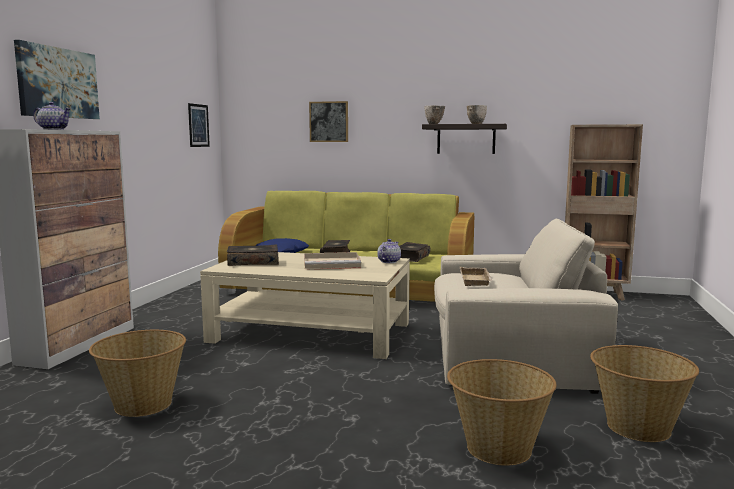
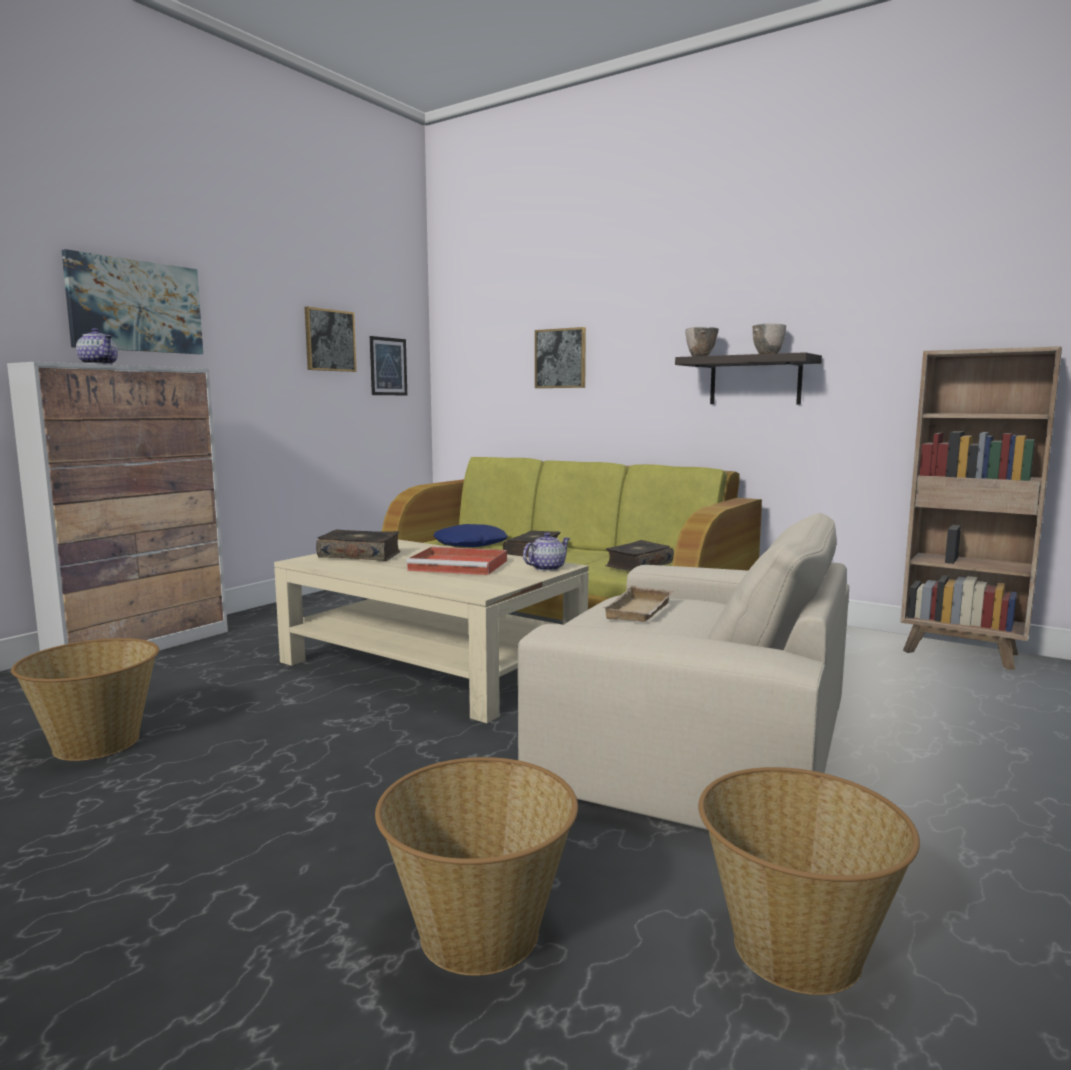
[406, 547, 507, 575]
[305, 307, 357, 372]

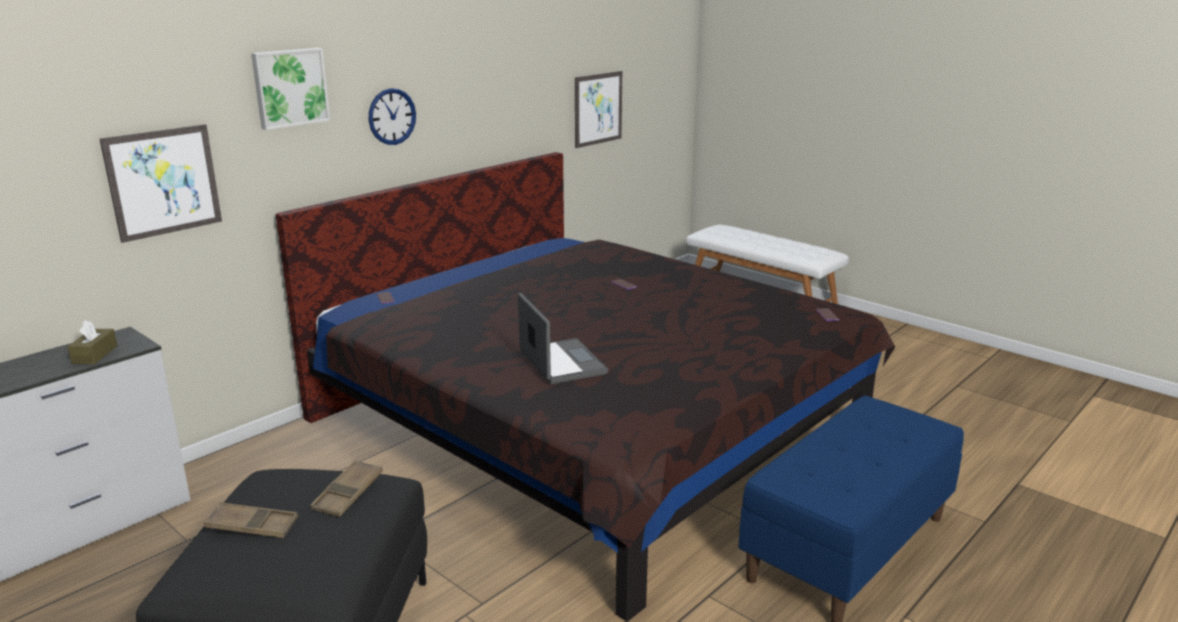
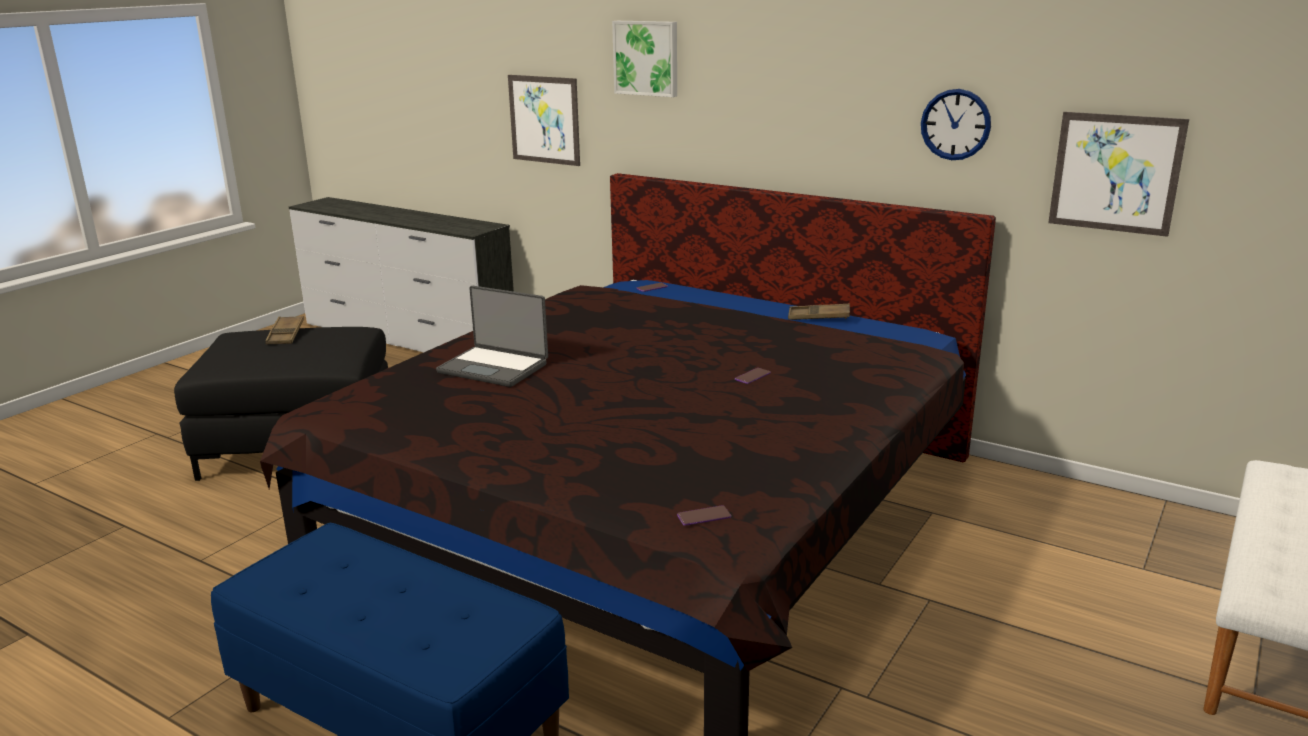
[921, 89, 991, 160]
[436, 286, 548, 387]
[68, 320, 117, 364] (first image)
[788, 304, 850, 320]

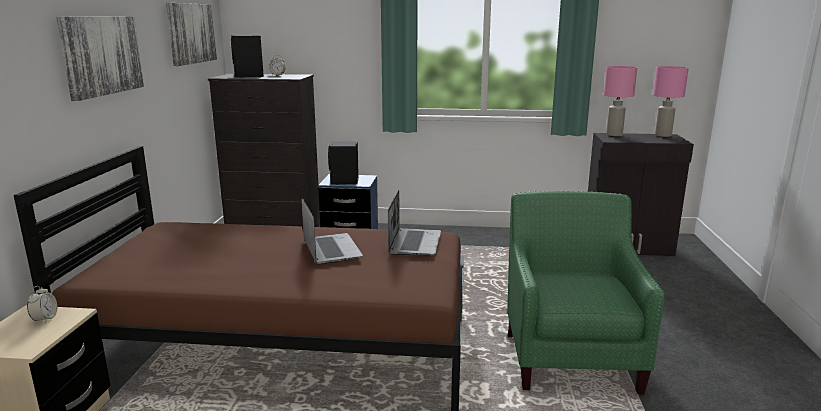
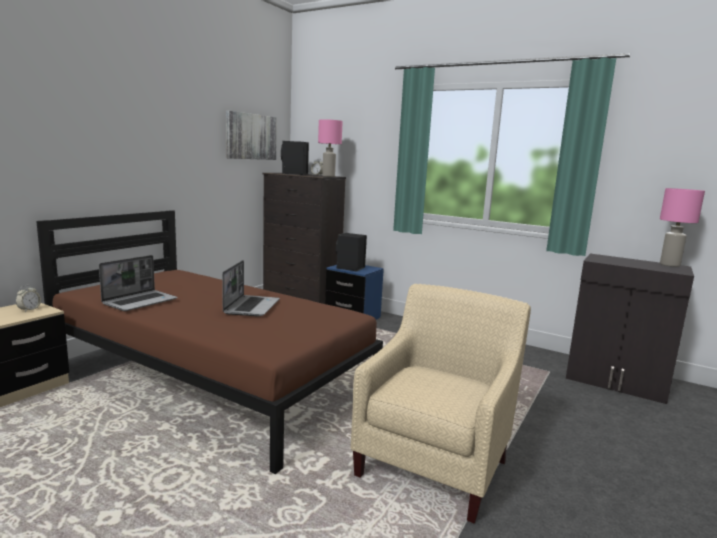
[56, 16, 144, 101] (first image)
[318, 119, 343, 177]
[99, 255, 178, 311]
[351, 284, 531, 524]

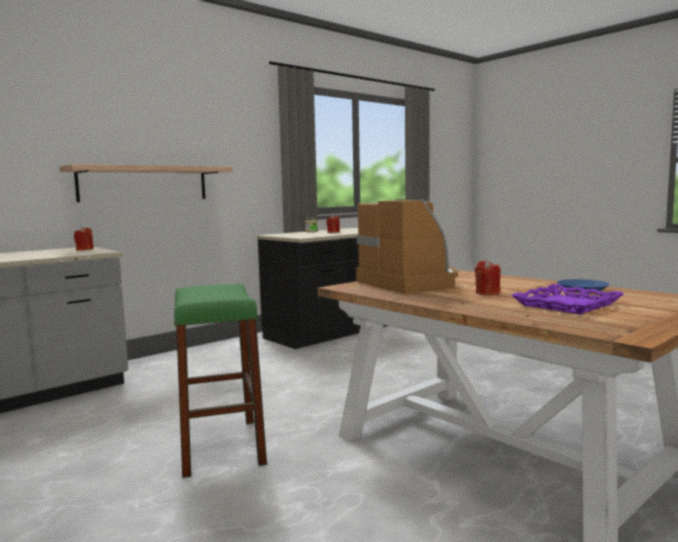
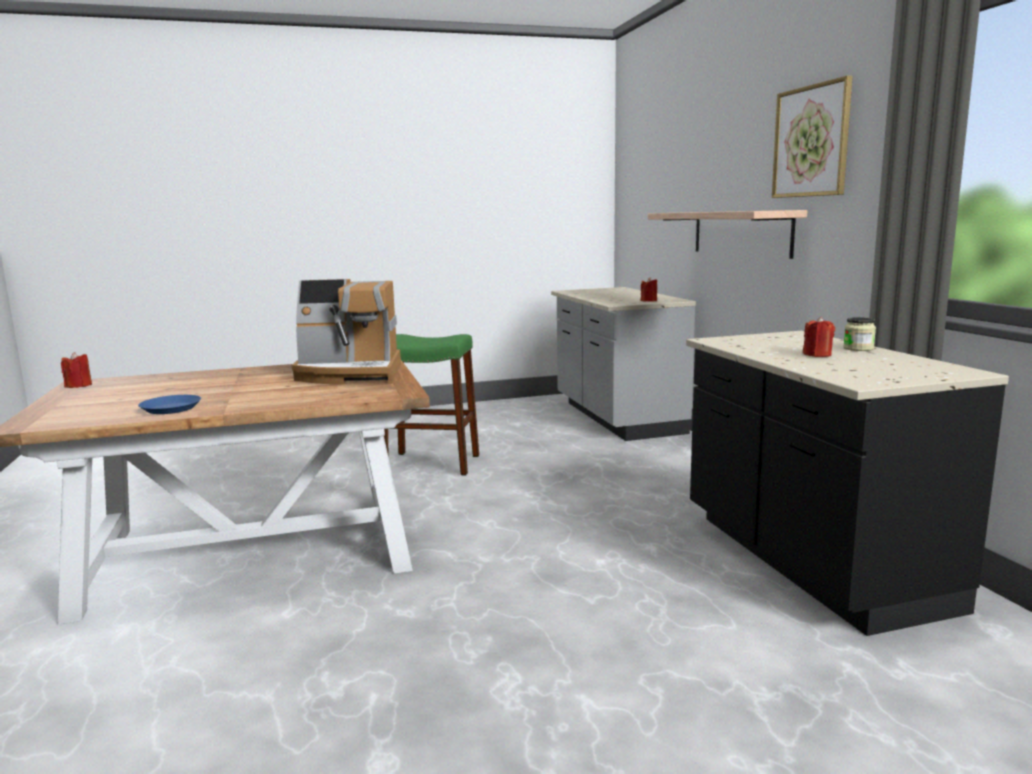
[61, 352, 92, 388]
[511, 284, 624, 314] (first image)
[772, 76, 853, 198]

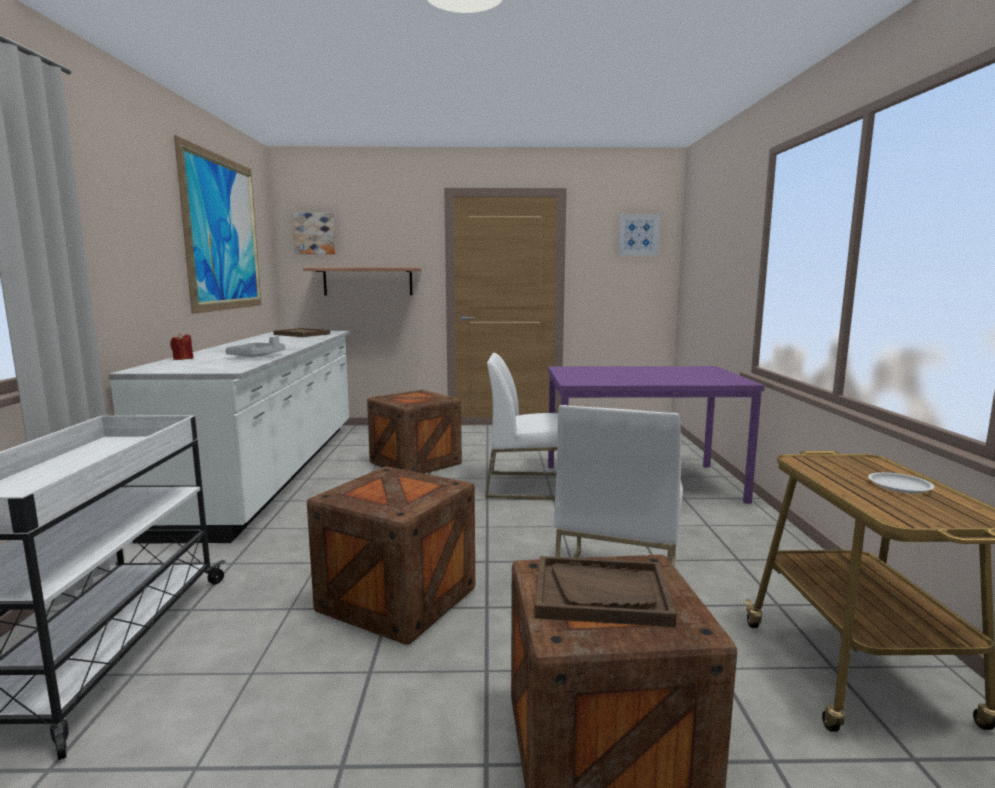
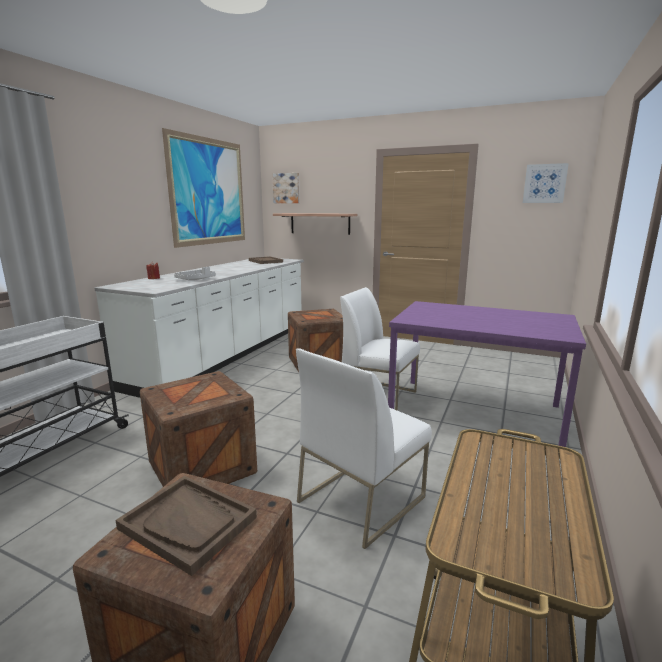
[868, 472, 934, 493] (first image)

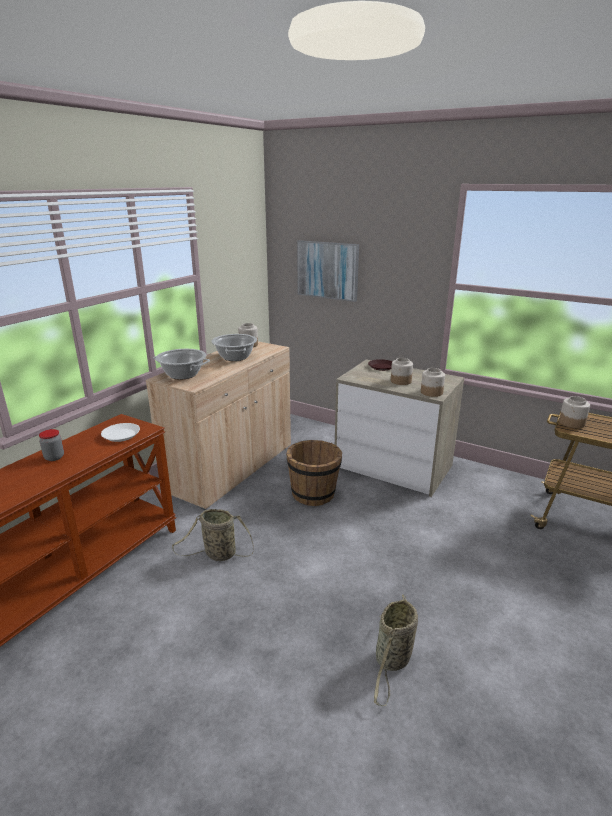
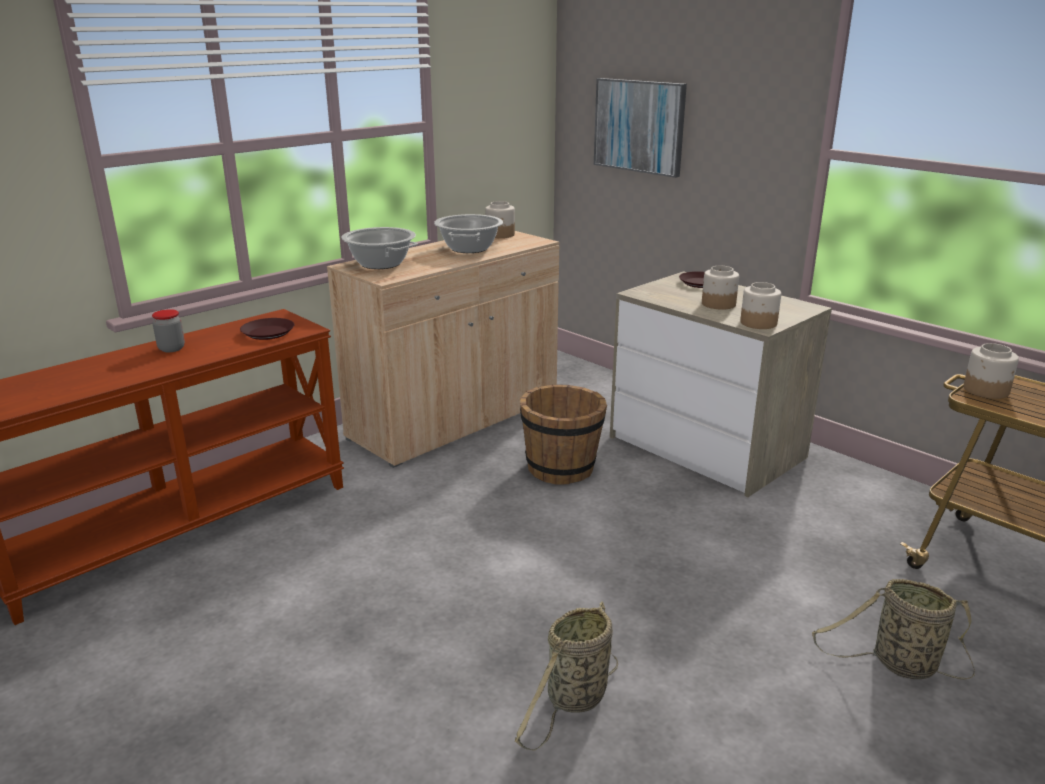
[240, 318, 294, 340]
[812, 579, 975, 680]

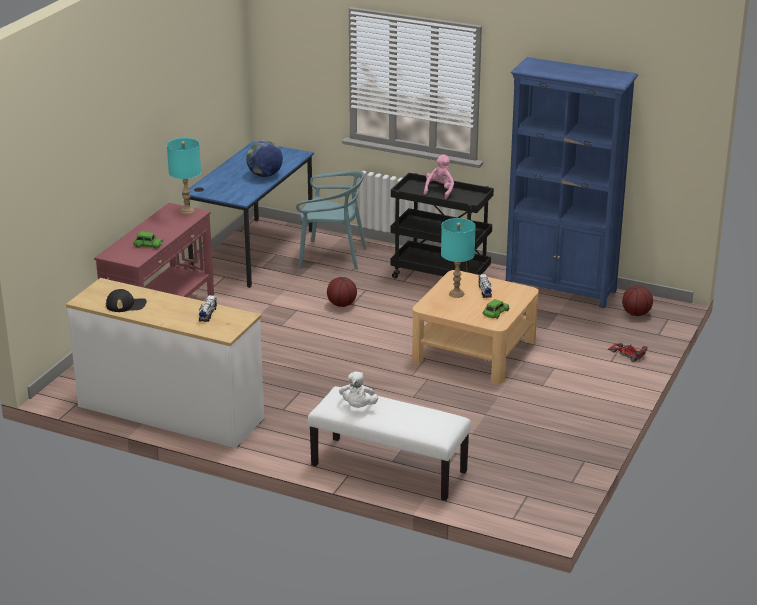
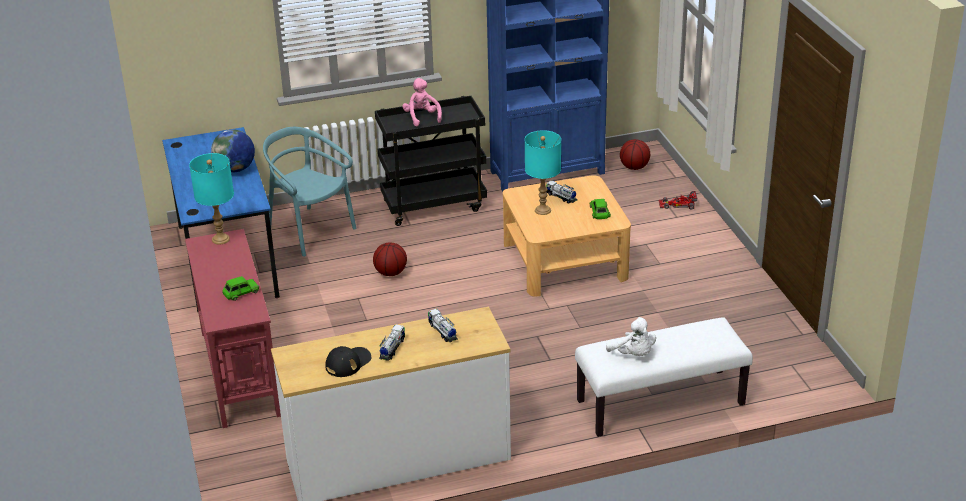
[263, 127, 357, 257]
[379, 324, 405, 361]

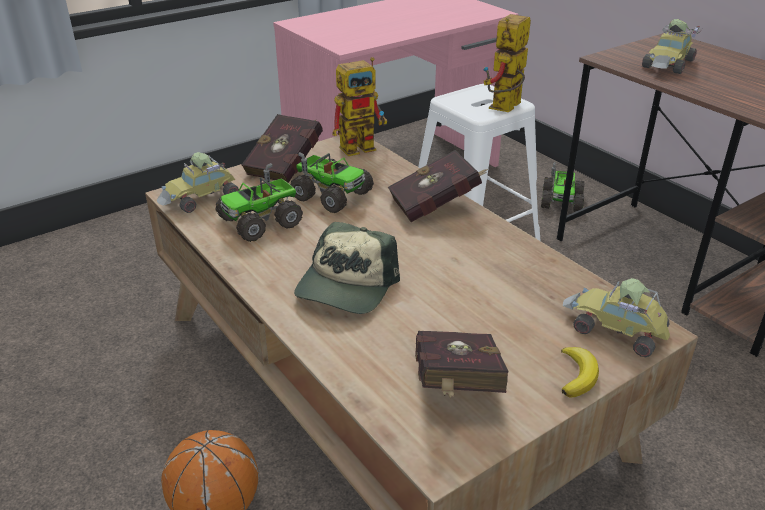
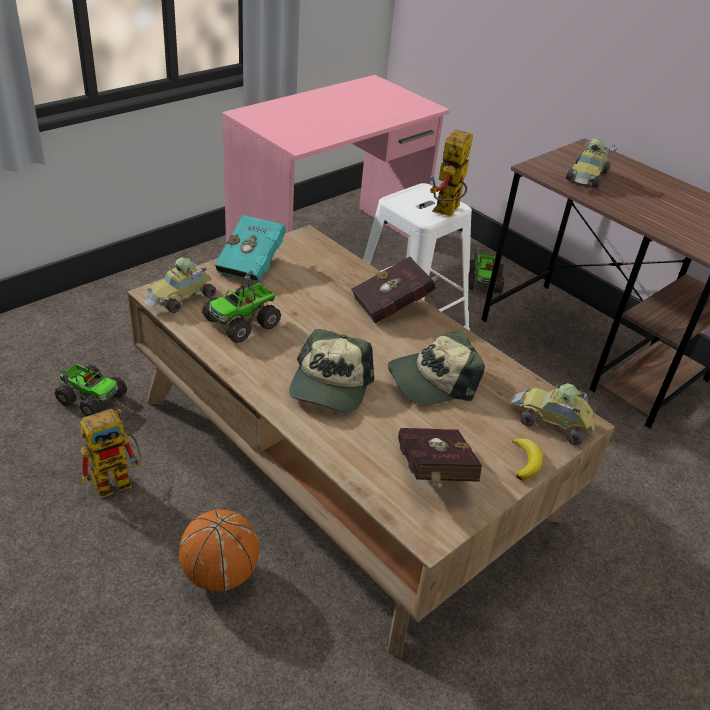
[80, 409, 141, 498]
[214, 215, 286, 283]
[55, 364, 128, 416]
[388, 331, 485, 405]

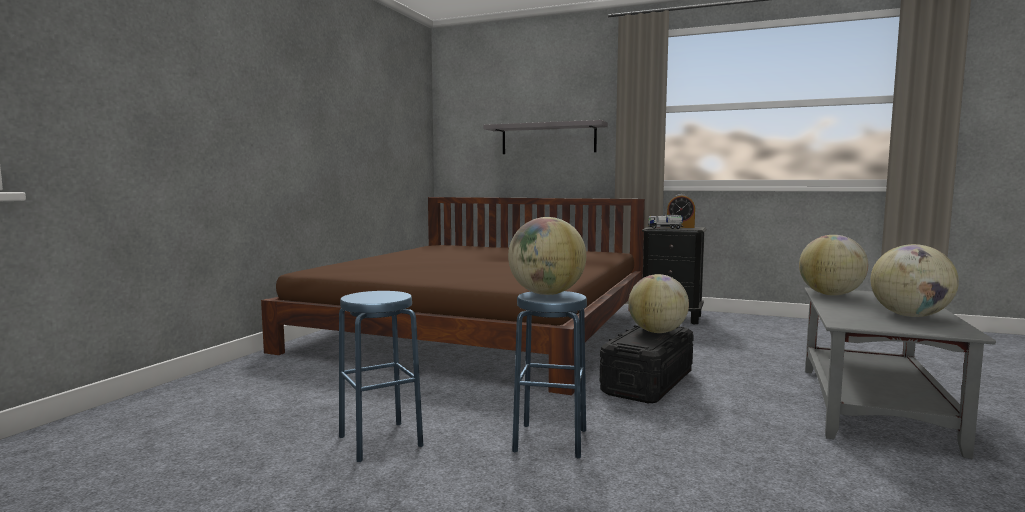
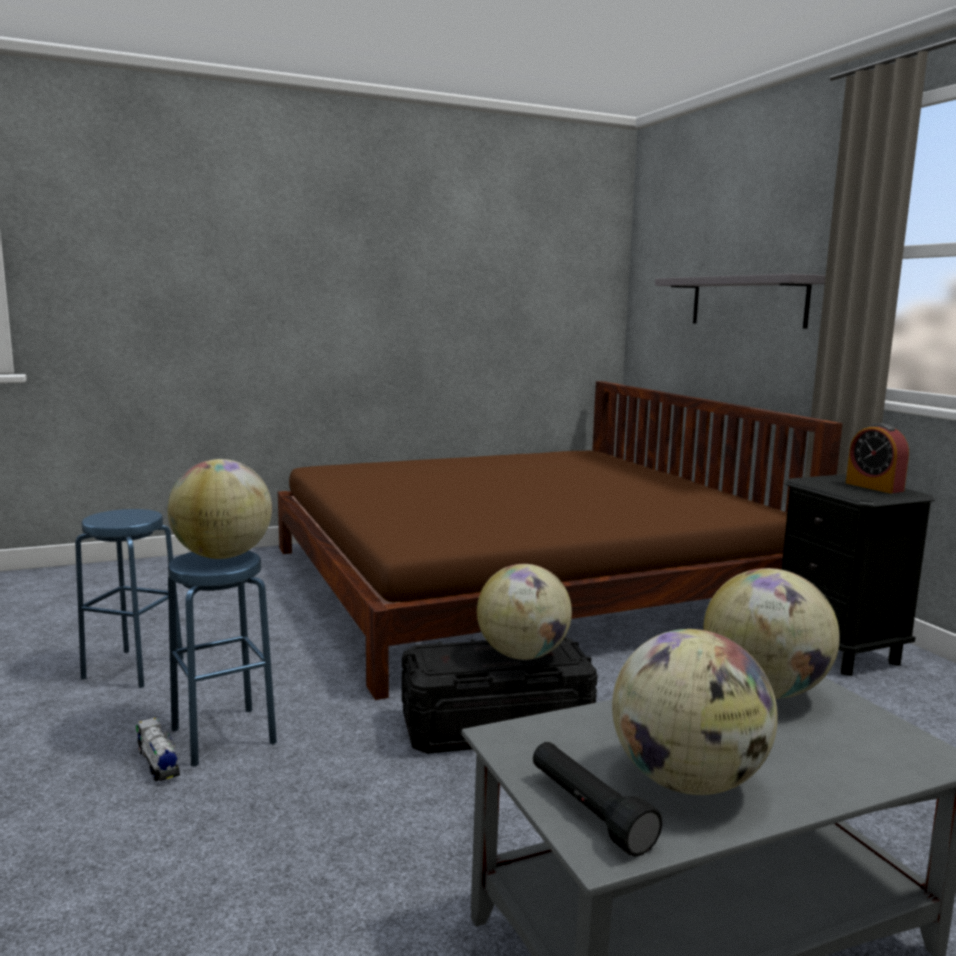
[136, 718, 180, 781]
[533, 742, 662, 857]

